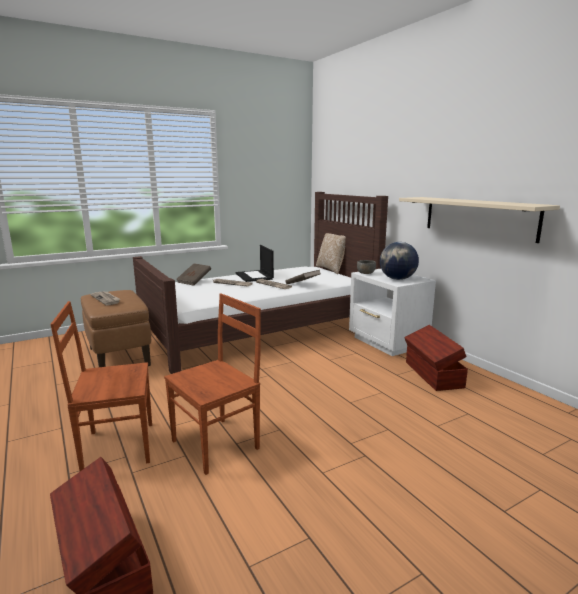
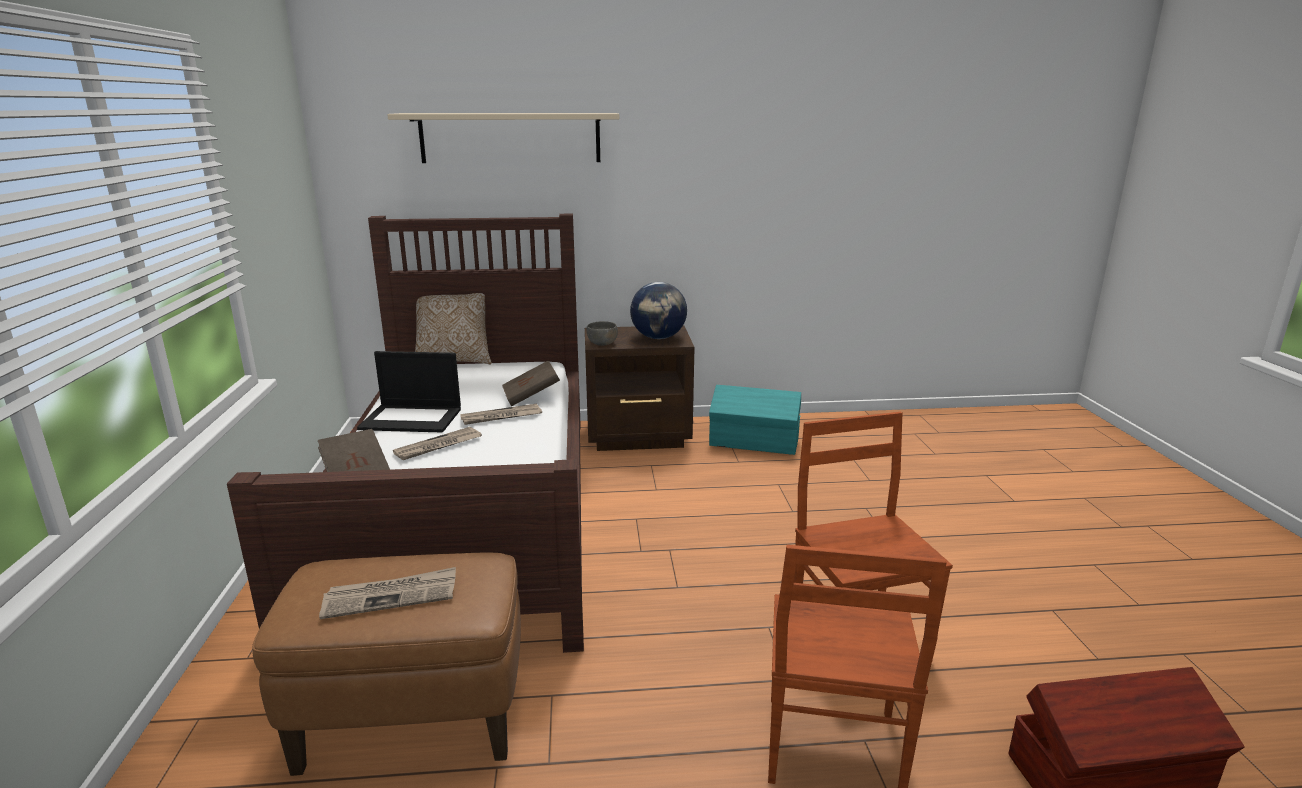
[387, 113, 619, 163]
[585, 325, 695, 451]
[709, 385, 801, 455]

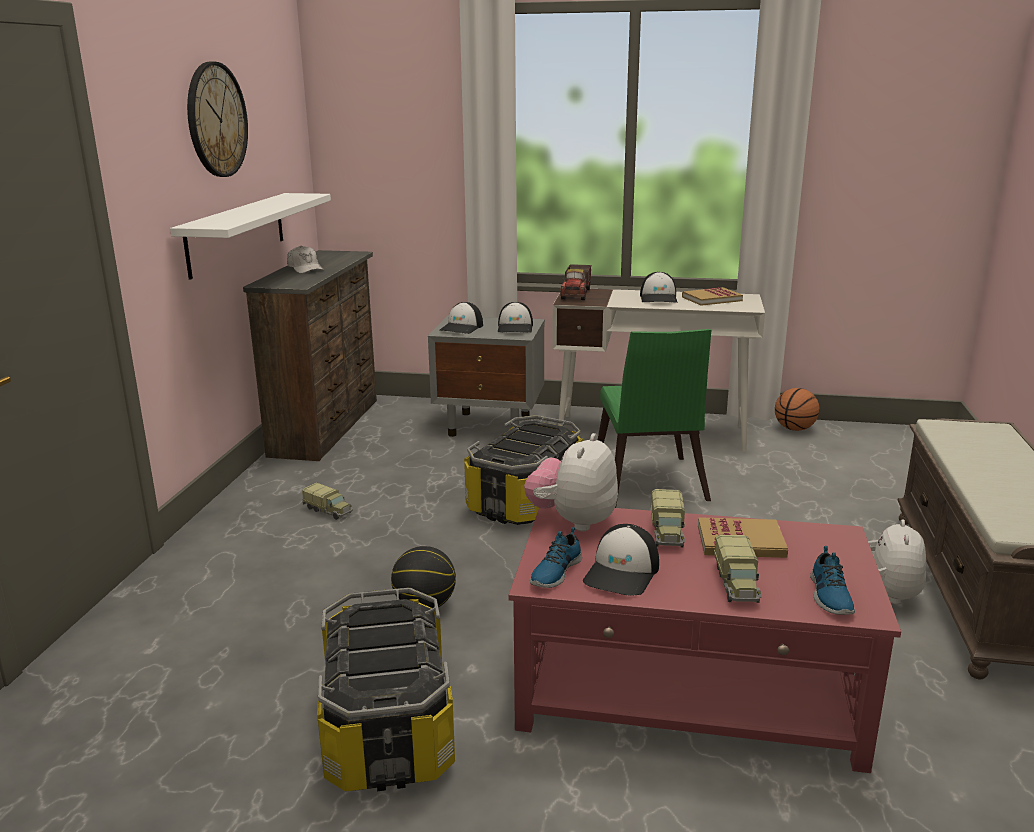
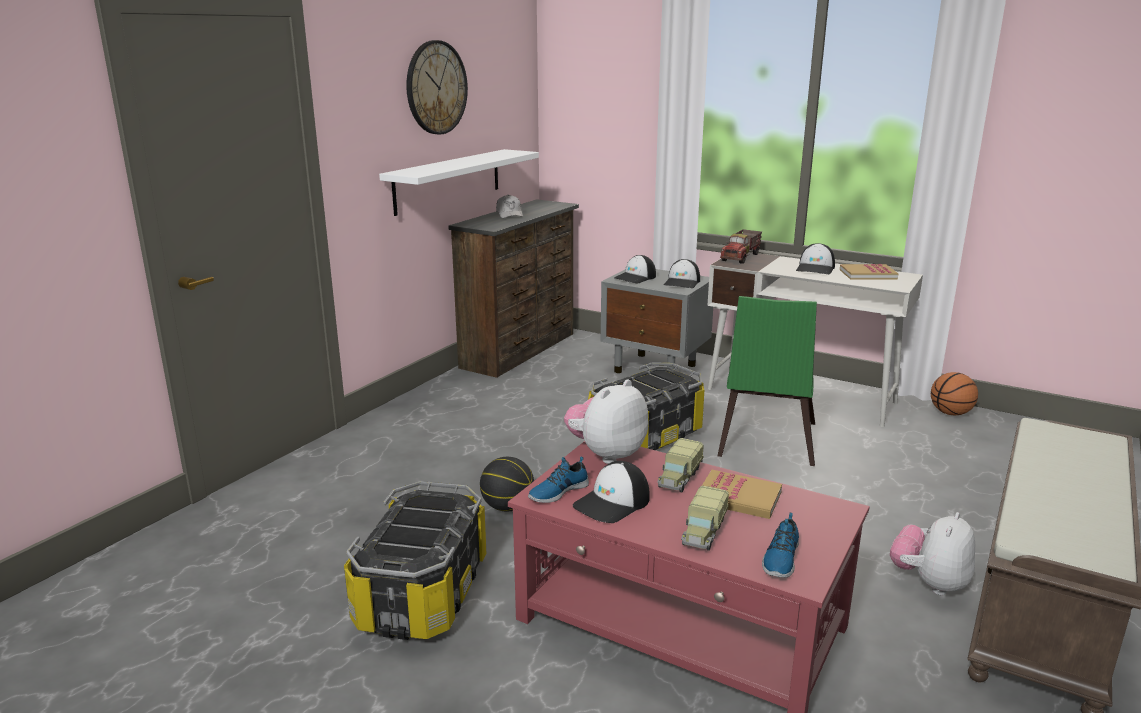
[302, 482, 353, 520] (first image)

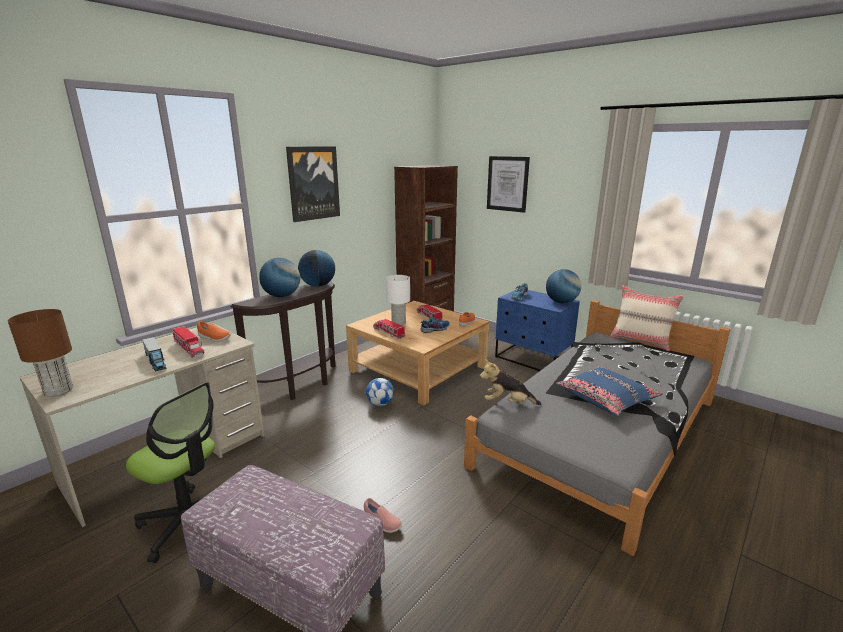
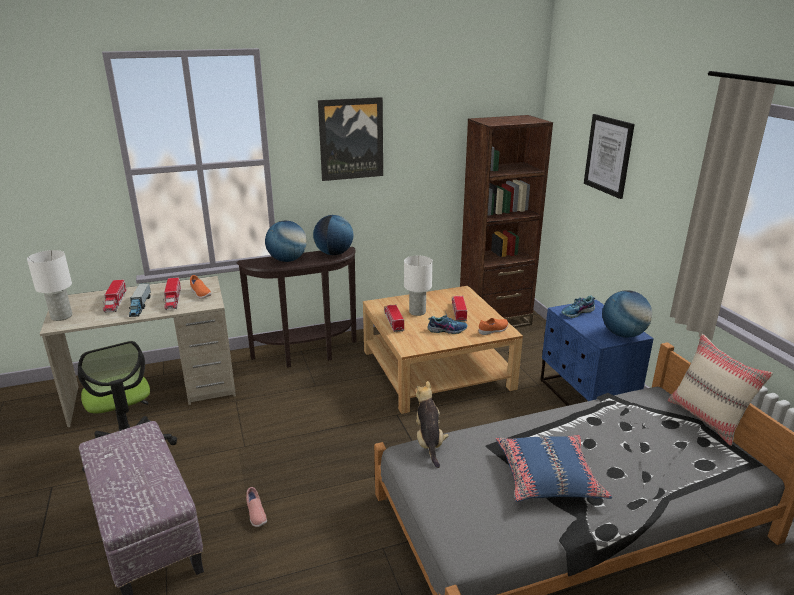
[27, 250, 72, 321]
[416, 381, 449, 468]
[366, 378, 394, 406] (first image)
[103, 280, 127, 313]

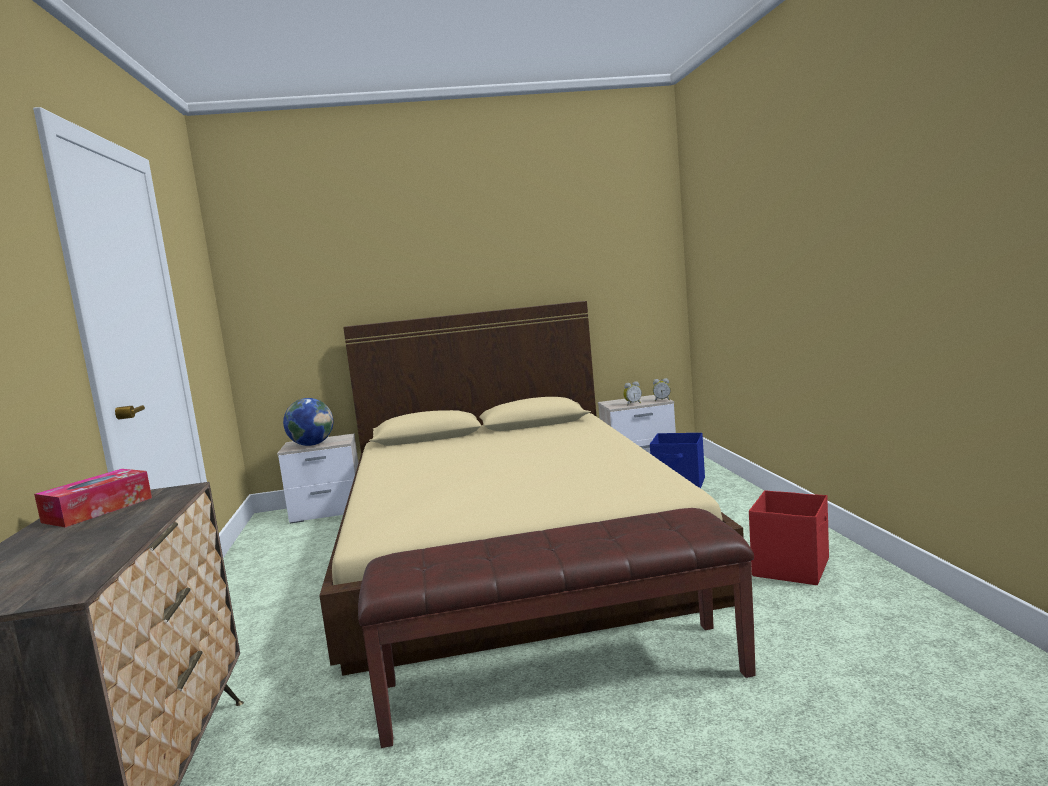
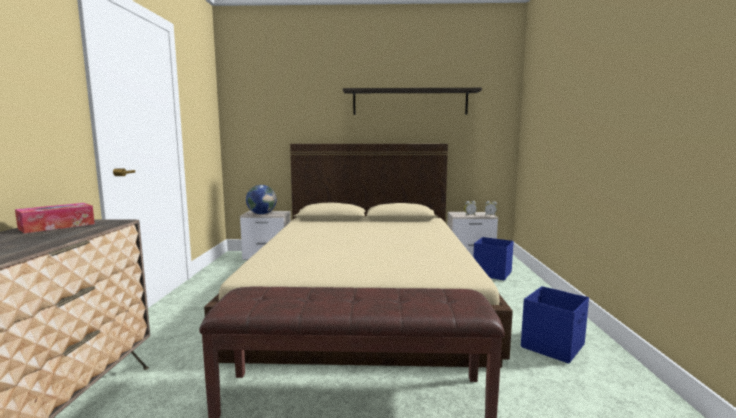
[521, 286, 589, 364]
[343, 88, 482, 115]

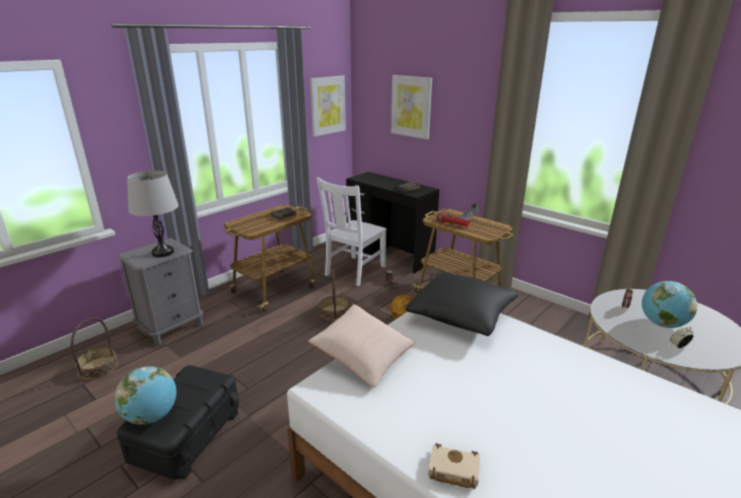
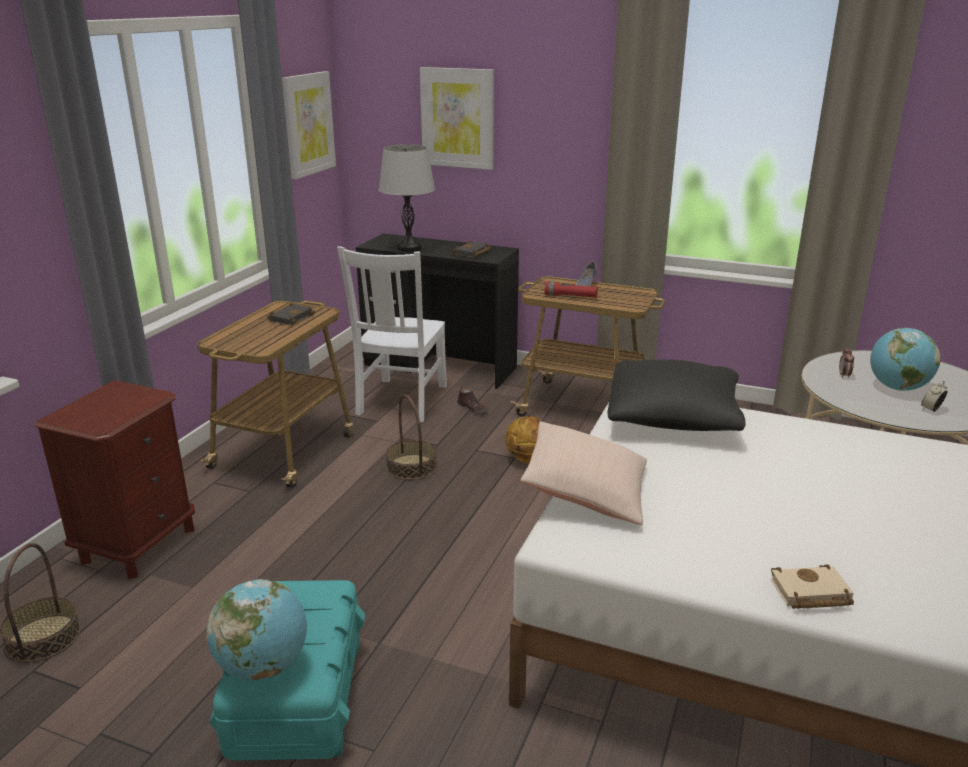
[379, 144, 435, 252]
[35, 380, 195, 579]
[209, 580, 365, 761]

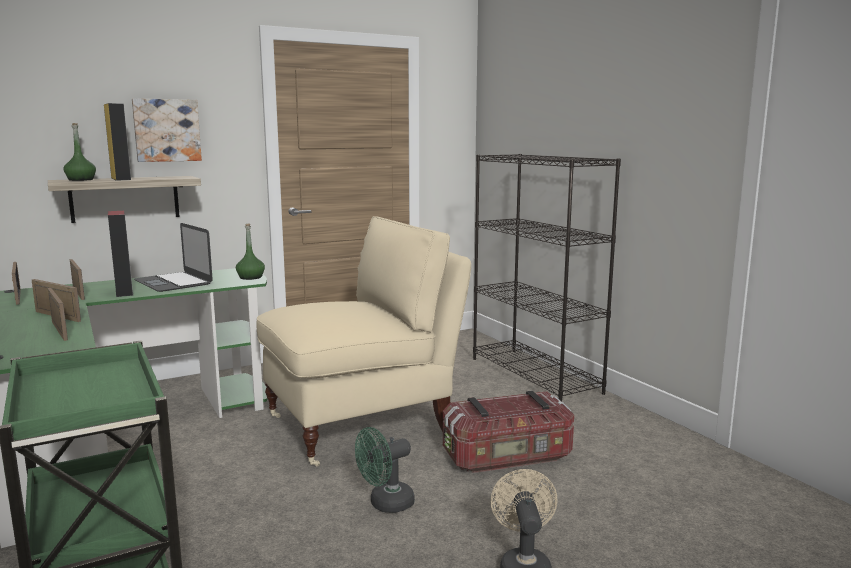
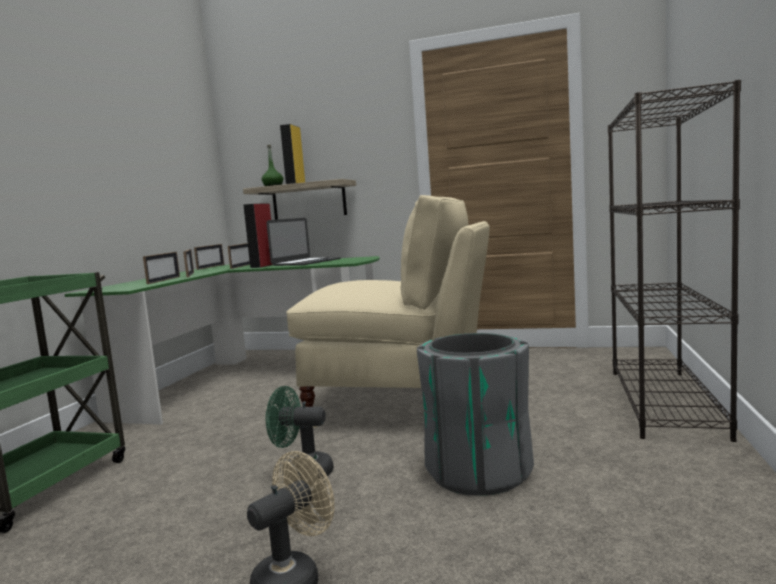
[132, 98, 202, 162] (first image)
[266, 218, 341, 266]
[236, 224, 265, 280] (first image)
[417, 333, 534, 496]

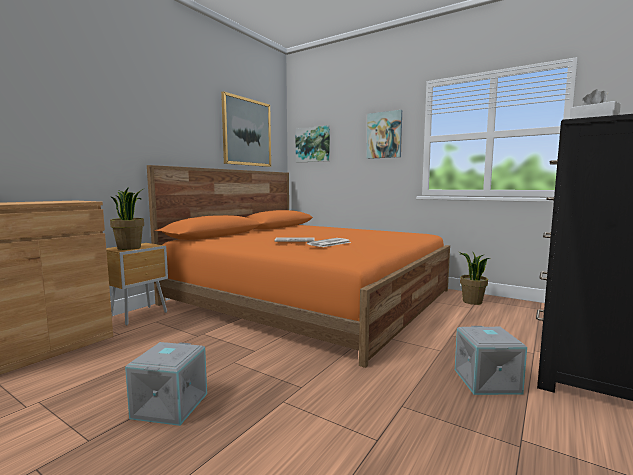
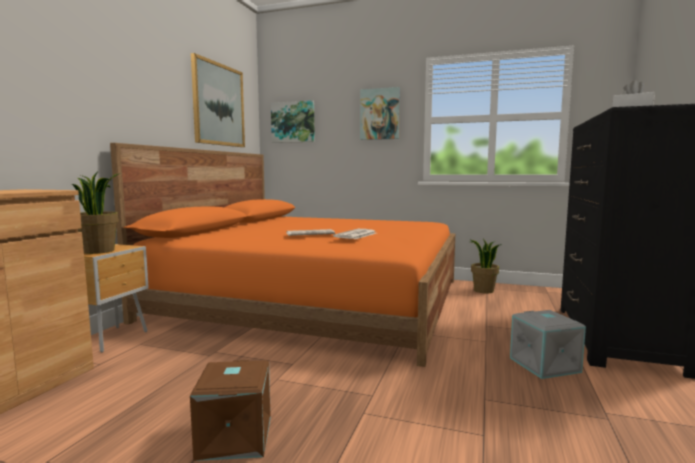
[190, 360, 271, 461]

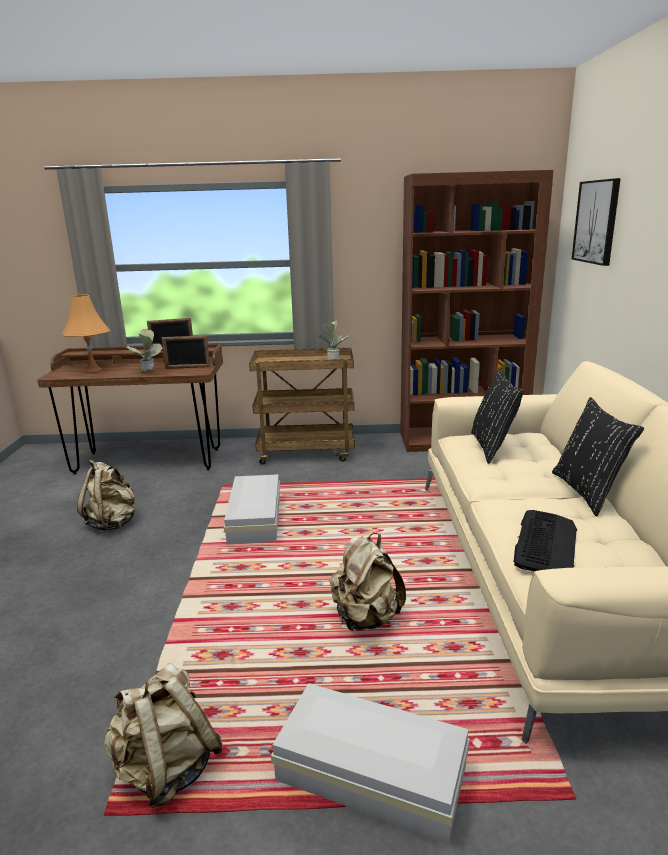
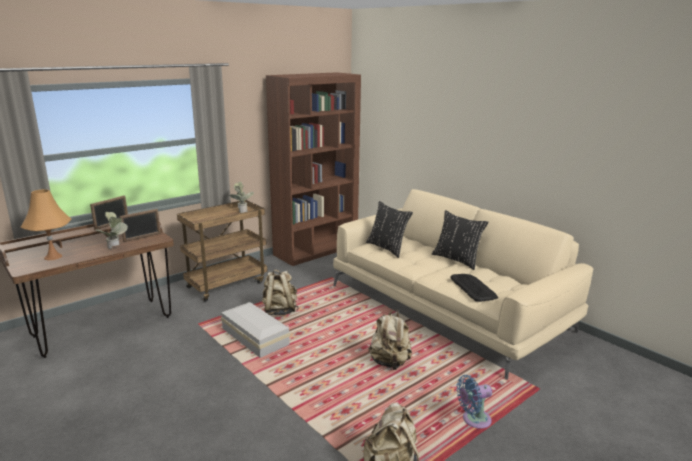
[572, 178, 621, 266] (first image)
[262, 270, 299, 315]
[456, 375, 492, 429]

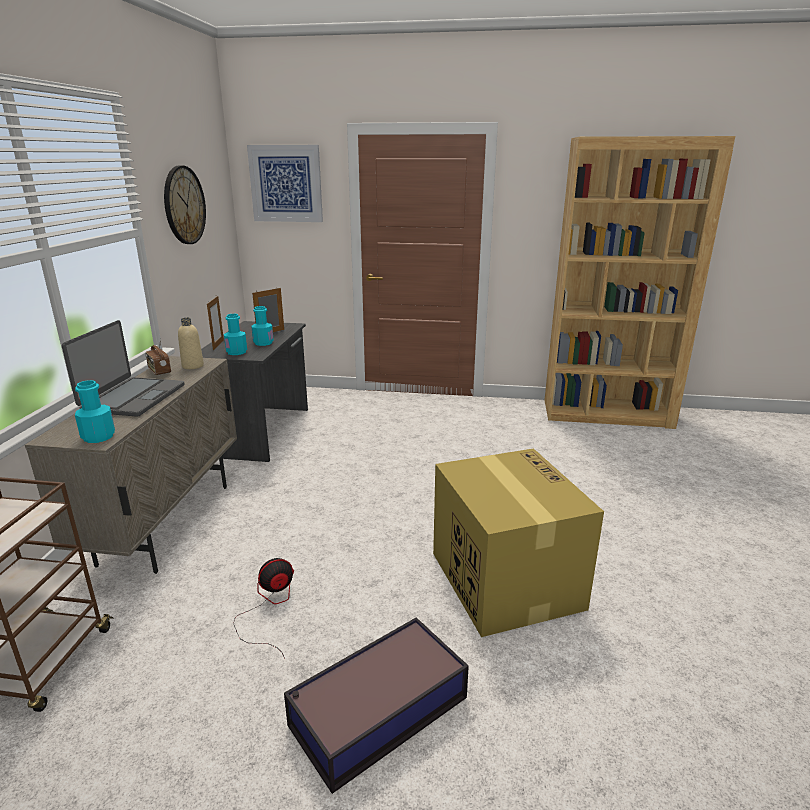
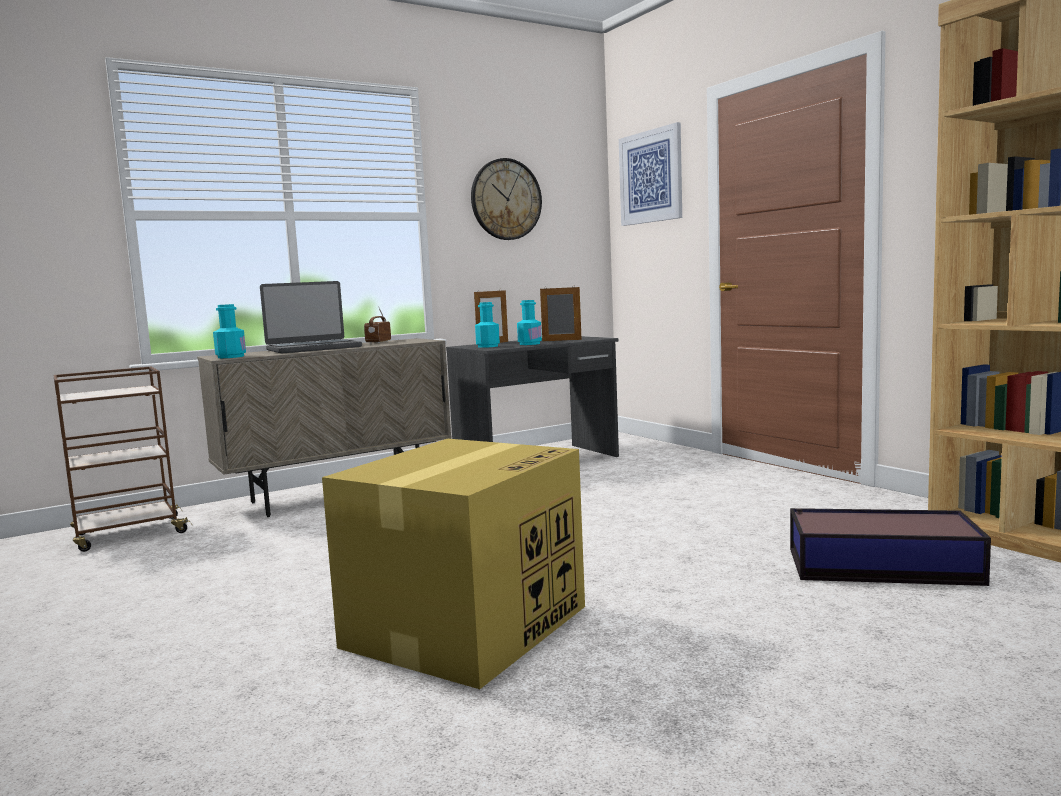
[178, 318, 204, 369] (first image)
[233, 558, 294, 659] (first image)
[790, 508, 991, 586]

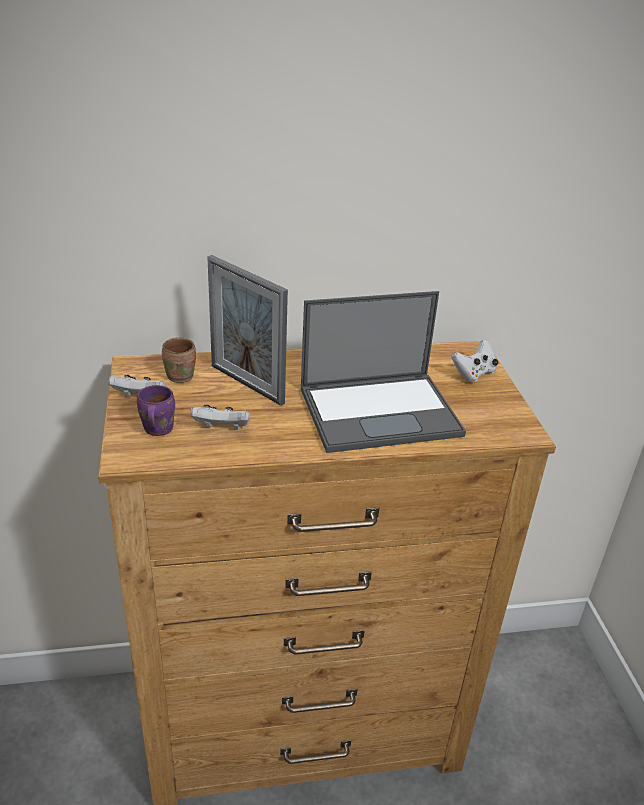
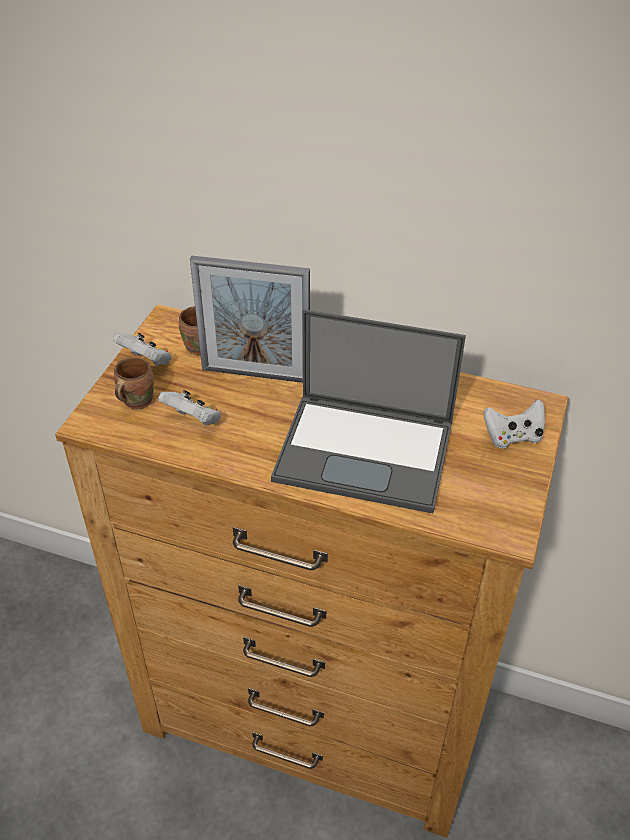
[190, 256, 310, 383]
[114, 357, 154, 409]

